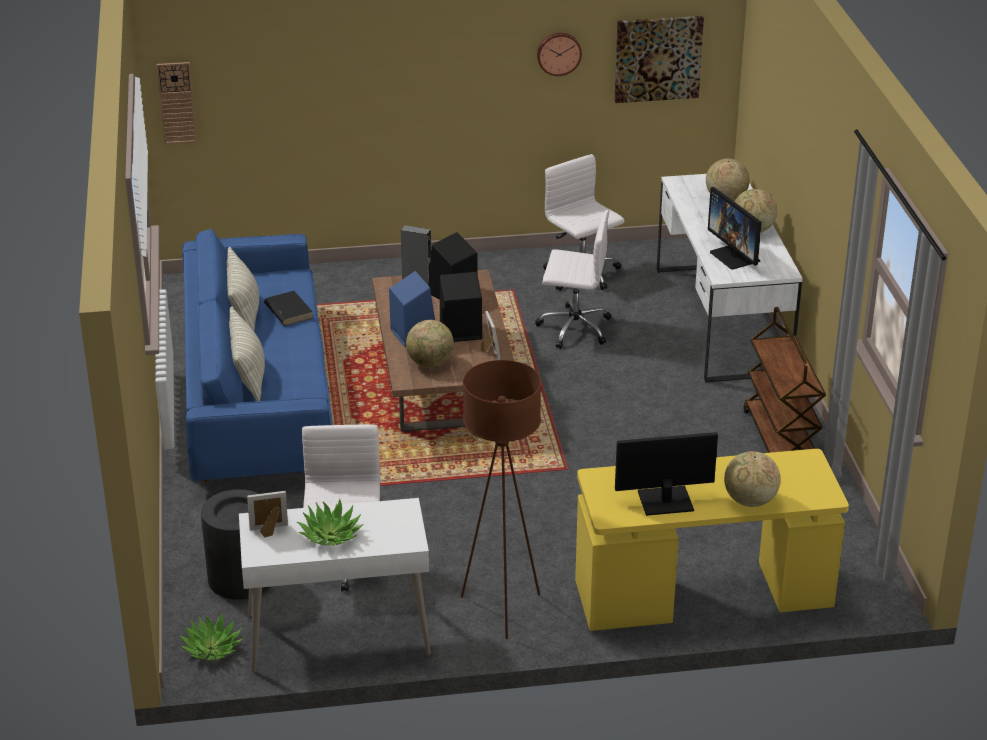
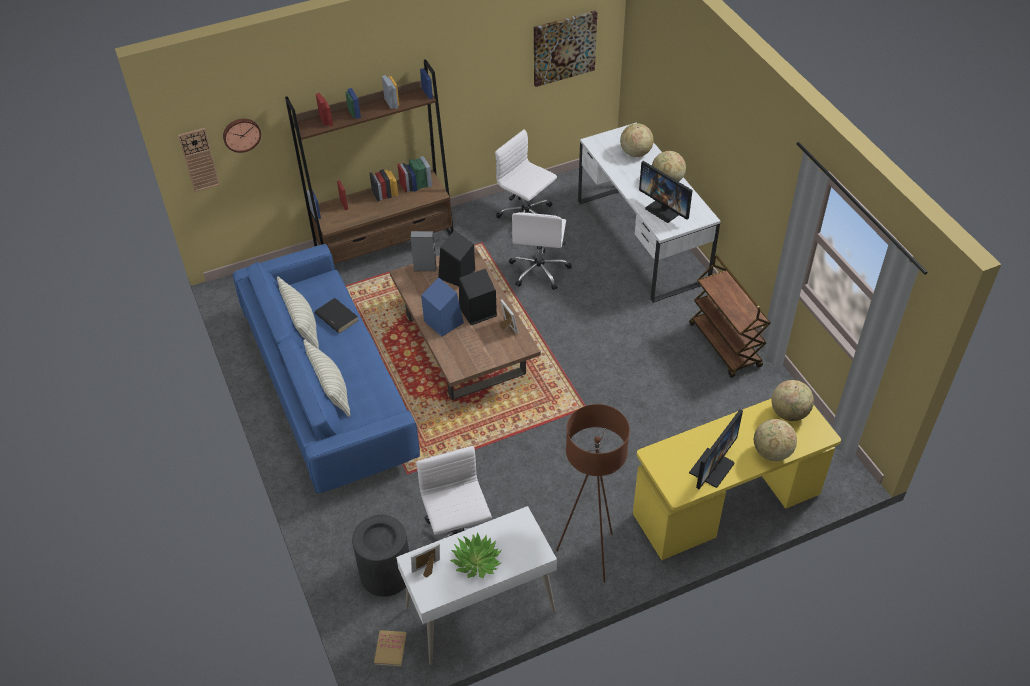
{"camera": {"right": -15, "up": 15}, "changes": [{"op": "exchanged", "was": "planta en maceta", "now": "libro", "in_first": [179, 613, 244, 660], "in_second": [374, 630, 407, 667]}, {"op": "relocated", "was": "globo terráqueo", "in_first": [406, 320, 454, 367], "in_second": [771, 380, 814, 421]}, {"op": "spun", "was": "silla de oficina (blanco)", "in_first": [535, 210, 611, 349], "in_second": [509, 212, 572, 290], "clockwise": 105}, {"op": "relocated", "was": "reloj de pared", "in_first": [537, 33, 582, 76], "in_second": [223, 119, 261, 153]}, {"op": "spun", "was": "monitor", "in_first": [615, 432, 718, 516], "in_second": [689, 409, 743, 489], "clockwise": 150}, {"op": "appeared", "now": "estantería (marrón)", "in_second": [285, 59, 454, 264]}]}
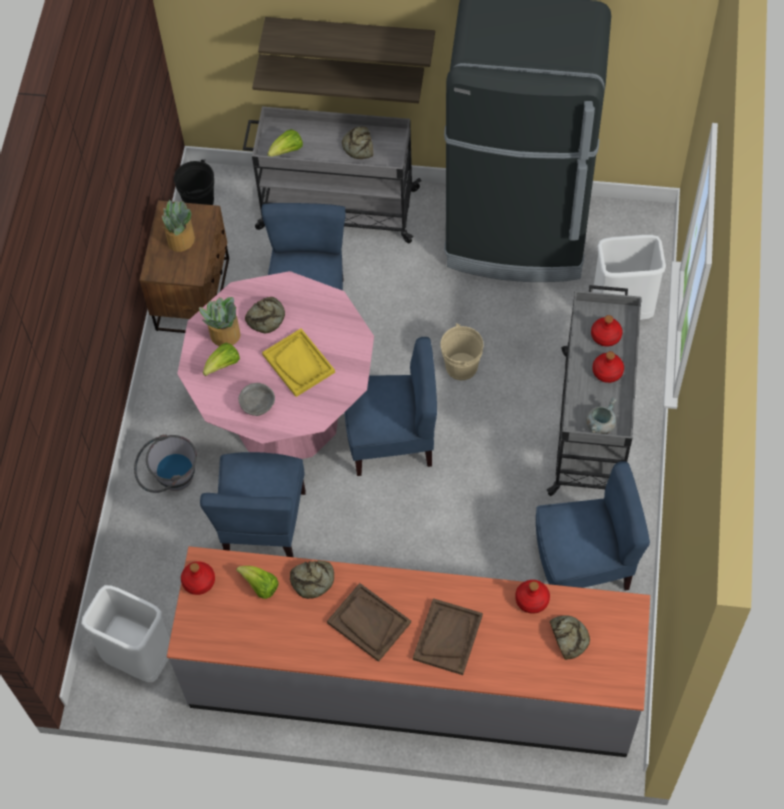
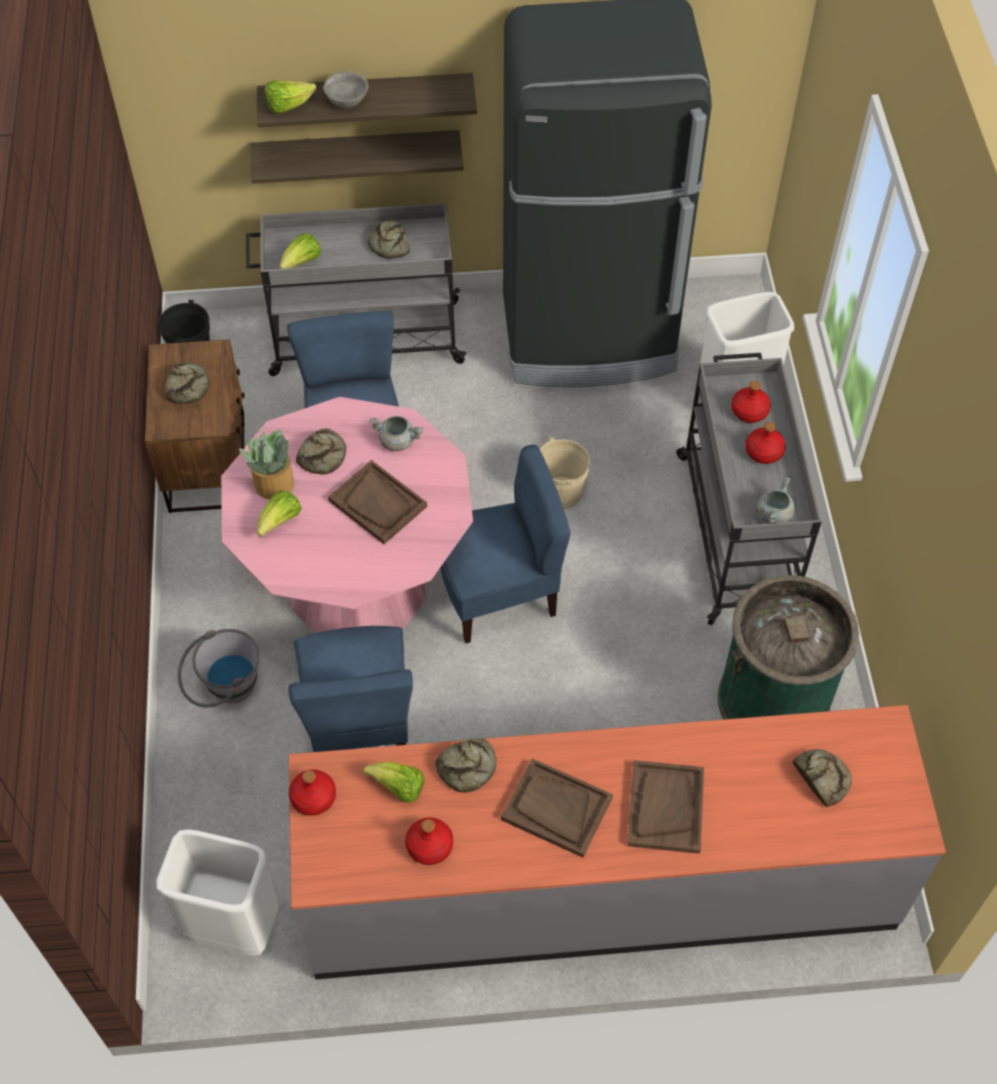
{"camera": {"right": -15, "up": -5}, "changes": [{"op": "exchanged", "was": "planta en maceta", "now": "pan", "in_first": [162, 200, 195, 252], "in_second": [165, 361, 209, 404]}, {"op": "relocated", "was": "cuenco (gris)", "in_first": [238, 383, 275, 416], "in_second": [323, 71, 369, 108]}, {"op": "colour", "was": "bandeja (amarillo)", "now": "bandeja (marrón)", "in_first": [262, 328, 335, 397], "in_second": [328, 460, 427, 544]}, {"op": "relocated", "was": "botella (rojo)", "in_first": [515, 580, 550, 613], "in_second": [405, 817, 453, 865]}, {"op": "exchanged", "was": "silla (azul)", "now": "papelera (verde)", "in_first": [536, 461, 650, 590], "in_second": [718, 575, 859, 719]}, {"op": "appeared", "now": "lechuga", "in_second": [265, 81, 316, 114]}, {"op": "appeared", "now": "olla (gris)", "in_second": [370, 416, 423, 451]}]}
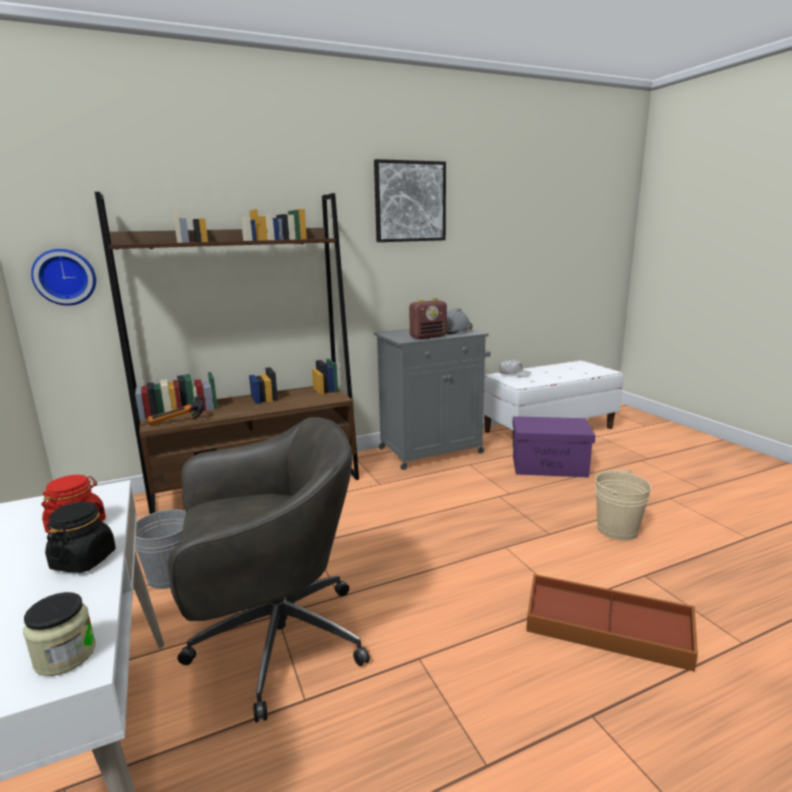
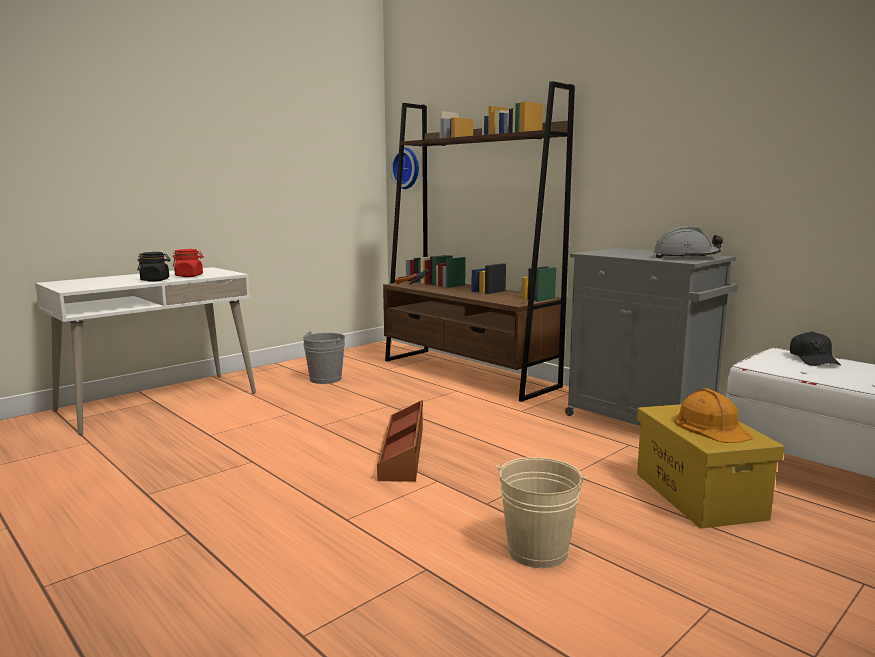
{"camera": {"right": 70, "up": -5}, "changes": [{"op": "missing", "was": "tarro", "in_first": [23, 592, 96, 676]}, {"op": "missing", "was": "silla de oficina (gris)", "in_first": [167, 417, 370, 723]}, {"op": "missing", "was": "cuadro", "in_first": [374, 159, 446, 242]}, {"op": "missing", "was": "radio", "in_first": [409, 298, 447, 339]}, {"op": "colour", "was": "gorra (blanco)", "now": "gorra (negro)", "in_first": [499, 359, 531, 377], "in_second": [790, 331, 841, 366]}, {"op": "colour", "was": "caja de almacenaje (morado)", "now": "caja de almacenaje (amarillo)", "in_first": [512, 416, 596, 477], "in_second": [637, 404, 784, 528]}, {"op": "relocated", "was": "caja de almacenaje (marrón)", "in_first": [526, 574, 698, 672], "in_second": [377, 400, 423, 482]}, {"op": "appeared", "now": "casco (naranja)", "in_second": [674, 388, 753, 443]}]}
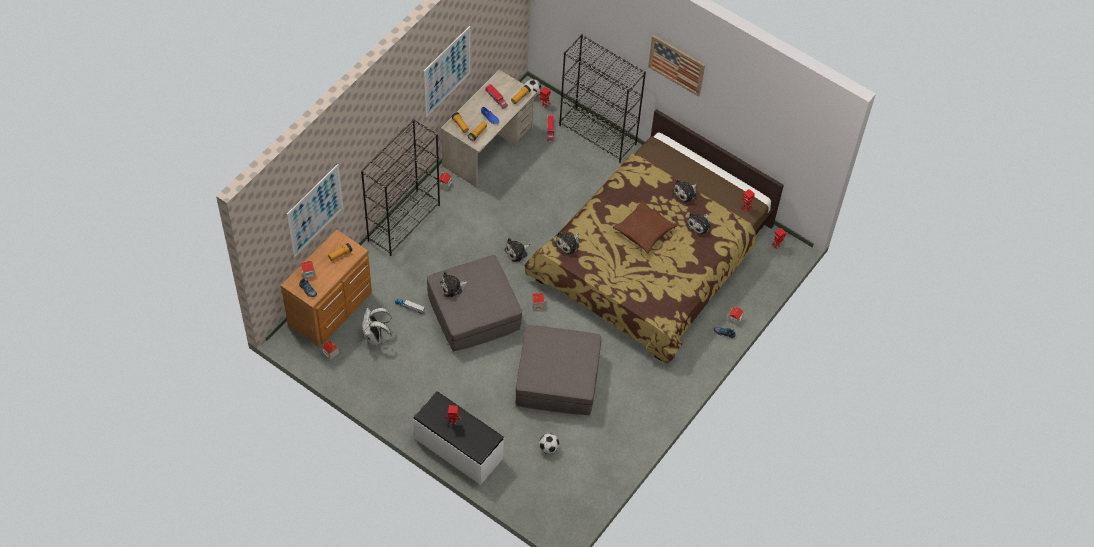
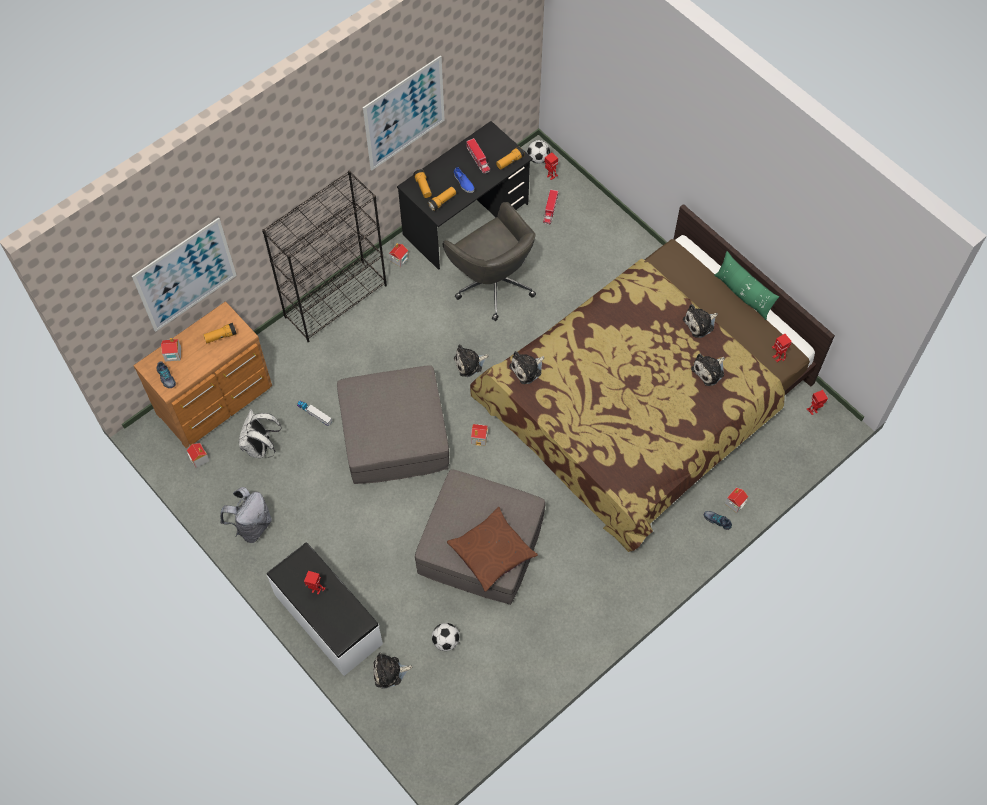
{"camera": {"right": 15, "up": 5}, "changes": [{"op": "colour", "was": "escritorio (beis)", "now": "escritorio (negro)", "in_first": [440, 69, 537, 188], "in_second": [397, 121, 533, 270]}, {"op": "relocated", "was": "peluche", "in_first": [440, 271, 468, 298], "in_second": [373, 652, 413, 689]}, {"op": "missing", "was": "estantería (negro)", "in_first": [559, 34, 646, 163]}, {"op": "relocated", "was": "cojín (marrón)", "in_first": [613, 200, 677, 253], "in_second": [447, 507, 538, 592]}, {"op": "missing", "was": "cuadro", "in_first": [648, 35, 705, 97]}, {"op": "appeared", "now": "mochila (gris)", "in_second": [220, 487, 272, 543]}, {"op": "appeared", "now": "silla de oficina (gris)", "in_second": [443, 202, 536, 321]}, {"op": "appeared", "now": "cojín (verde)", "in_second": [715, 251, 779, 320]}]}
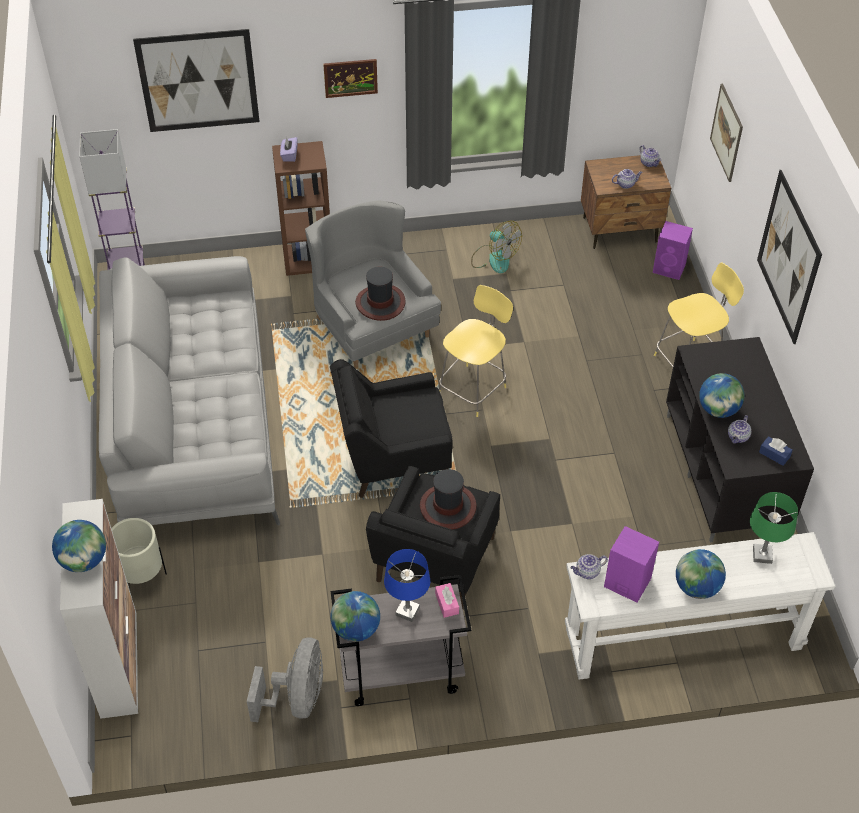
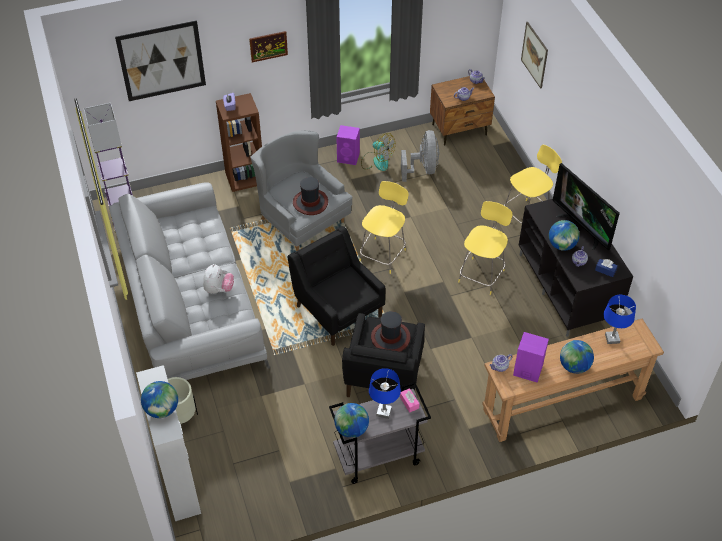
{"camera": {"right": -10, "up": 0}, "changes": [{"op": "relocated", "was": "ventilador (gris)", "in_first": [247, 637, 323, 722], "in_second": [401, 130, 439, 182]}, {"op": "spun", "was": "sillón (negro)", "in_first": [330, 359, 453, 498], "in_second": [287, 226, 385, 346], "clockwise": 75}, {"op": "colour", "was": "mesa consola (blanco)", "now": "mesa consola (marrón)", "in_first": [565, 532, 836, 680], "in_second": [482, 319, 664, 442]}, {"op": "relocated", "was": "altavoz (morado)", "in_first": [653, 221, 693, 280], "in_second": [336, 125, 360, 165]}, {"op": "colour", "was": "lámpara de mesa (verde)", "now": "lámpara de mesa (azul)", "in_first": [750, 492, 798, 564], "in_second": [604, 295, 636, 344]}, {"op": "missing", "was": "cuadro", "in_first": [757, 170, 822, 344]}, {"op": "appeared", "now": "peluche", "in_second": [203, 264, 234, 294]}, {"op": "appeared", "now": "taburete (amarillo)", "in_second": [458, 201, 512, 295]}, {"op": "appeared", "now": "televisor", "in_second": [553, 163, 620, 250]}]}
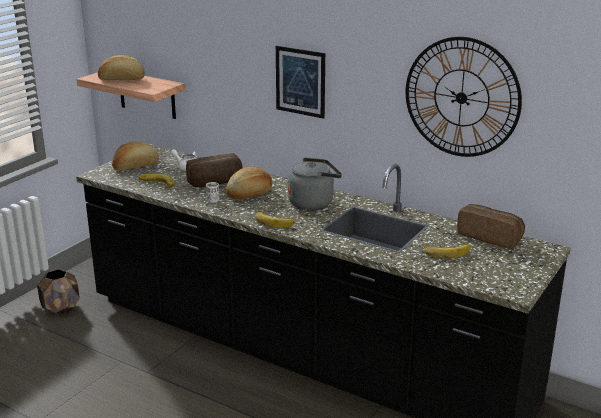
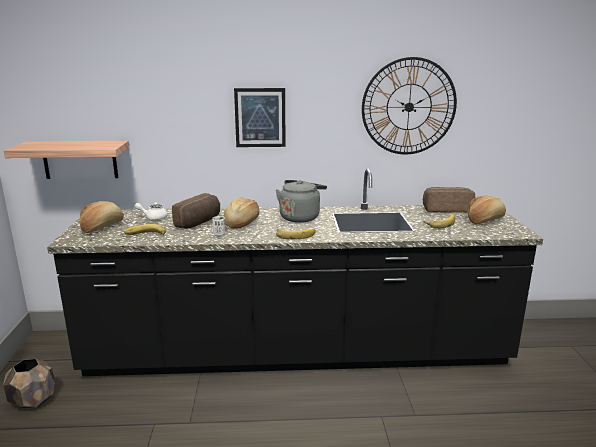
{"camera": {"right": -35, "up": -5}, "changes": [{"op": "relocated", "was": "pan", "in_first": [98, 55, 145, 80], "in_second": [467, 196, 506, 224]}]}
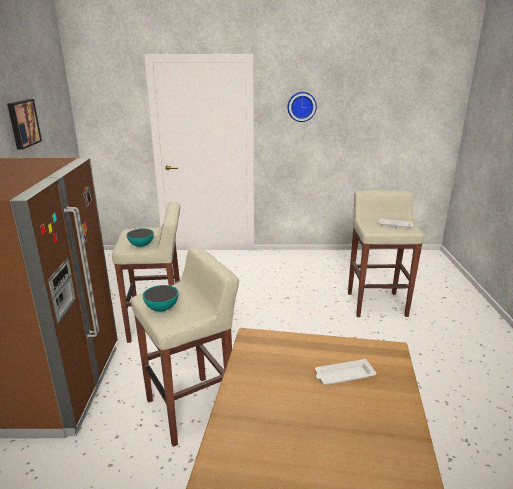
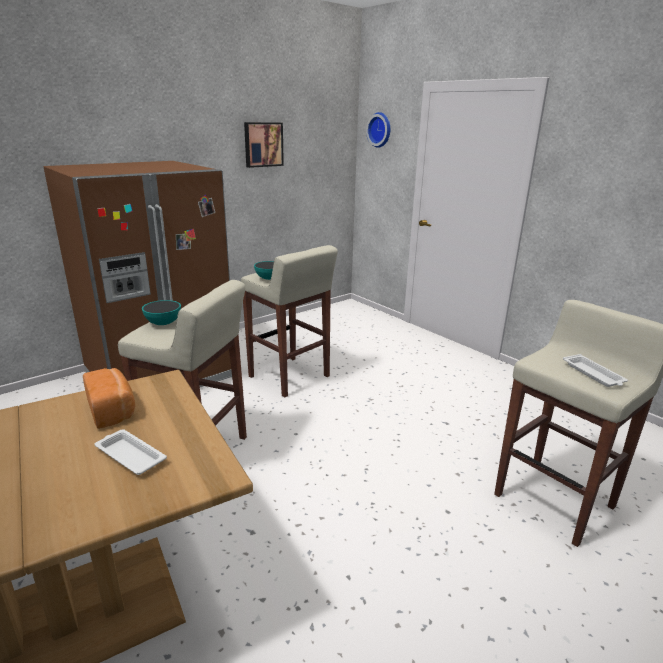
{"camera": {"right": 50, "up": 0}, "changes": [{"op": "relocated", "was": "reloj de pared", "in_first": [287, 92, 317, 122], "in_second": [366, 112, 390, 148]}, {"op": "appeared", "now": "pan", "in_second": [83, 368, 135, 429]}]}
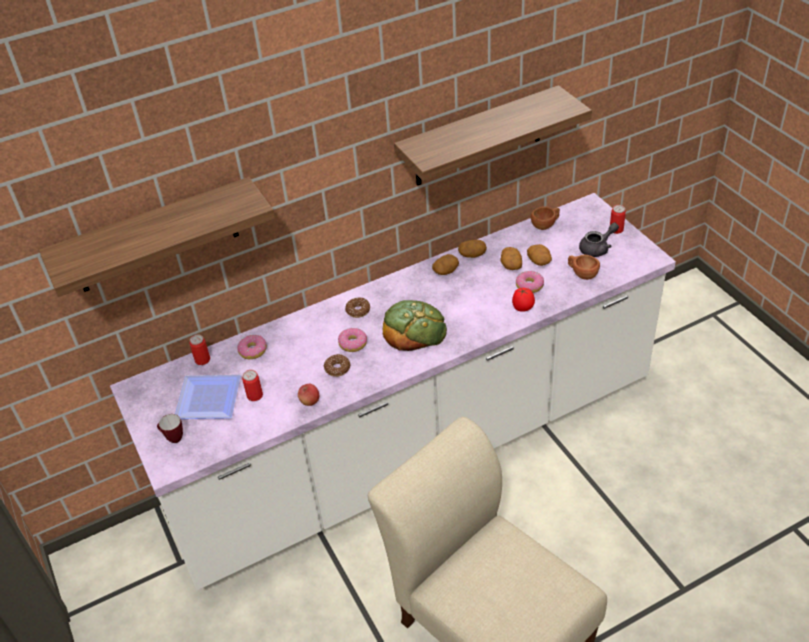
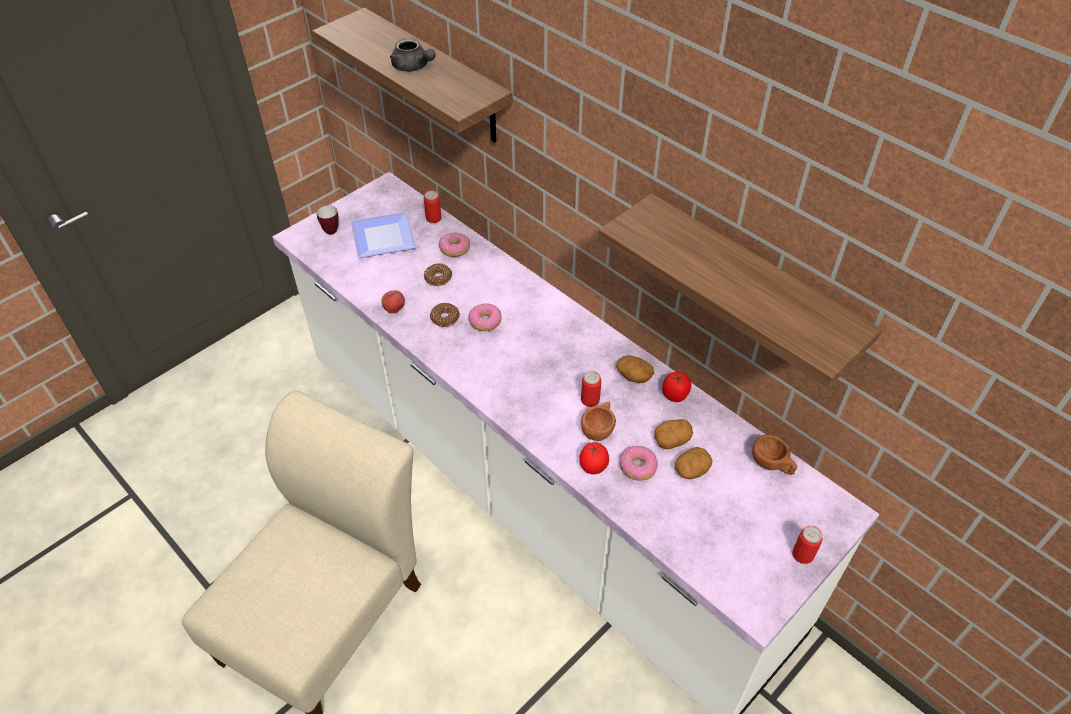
{"camera": {"right": 70, "up": 5}, "changes": [{"op": "relocated", "was": "lata", "in_first": [242, 370, 263, 401], "in_second": [581, 371, 601, 407]}, {"op": "relocated", "was": "rosquilla", "in_first": [345, 298, 370, 318], "in_second": [424, 263, 452, 286]}, {"op": "missing", "was": "pan", "in_first": [383, 300, 447, 351]}, {"op": "exchanged", "was": "patata", "now": "tomate", "in_first": [458, 240, 487, 258], "in_second": [662, 372, 691, 402]}, {"op": "relocated", "was": "taza (marrón)", "in_first": [568, 255, 600, 280], "in_second": [581, 401, 616, 441]}, {"op": "relocated", "was": "tetera (gris)", "in_first": [579, 223, 619, 257], "in_second": [390, 38, 436, 72]}]}
